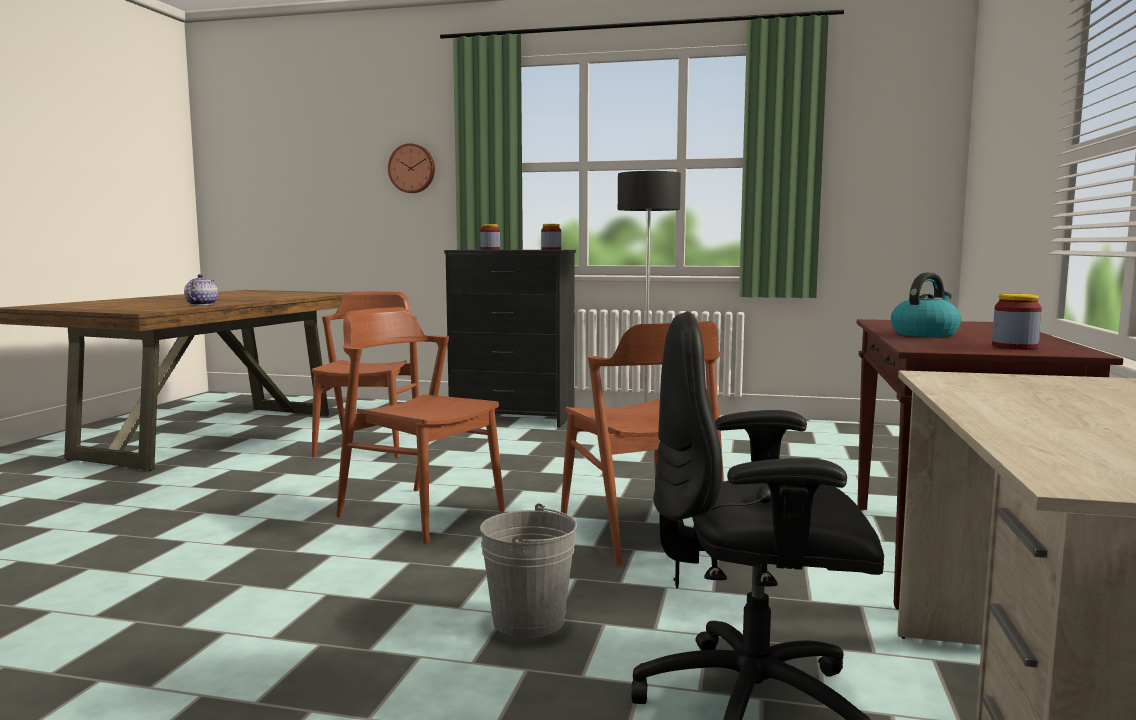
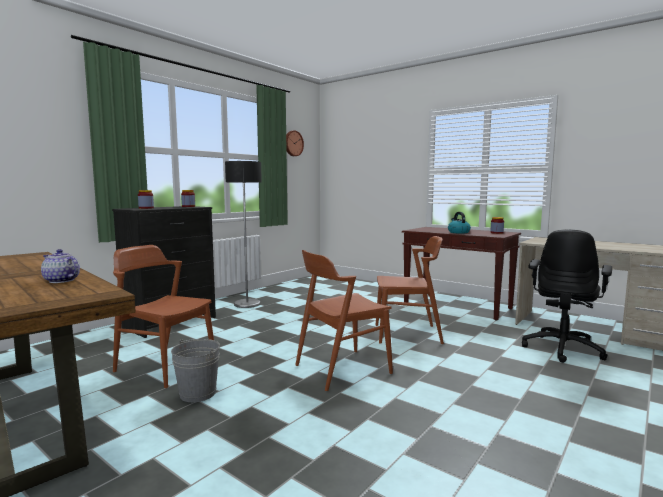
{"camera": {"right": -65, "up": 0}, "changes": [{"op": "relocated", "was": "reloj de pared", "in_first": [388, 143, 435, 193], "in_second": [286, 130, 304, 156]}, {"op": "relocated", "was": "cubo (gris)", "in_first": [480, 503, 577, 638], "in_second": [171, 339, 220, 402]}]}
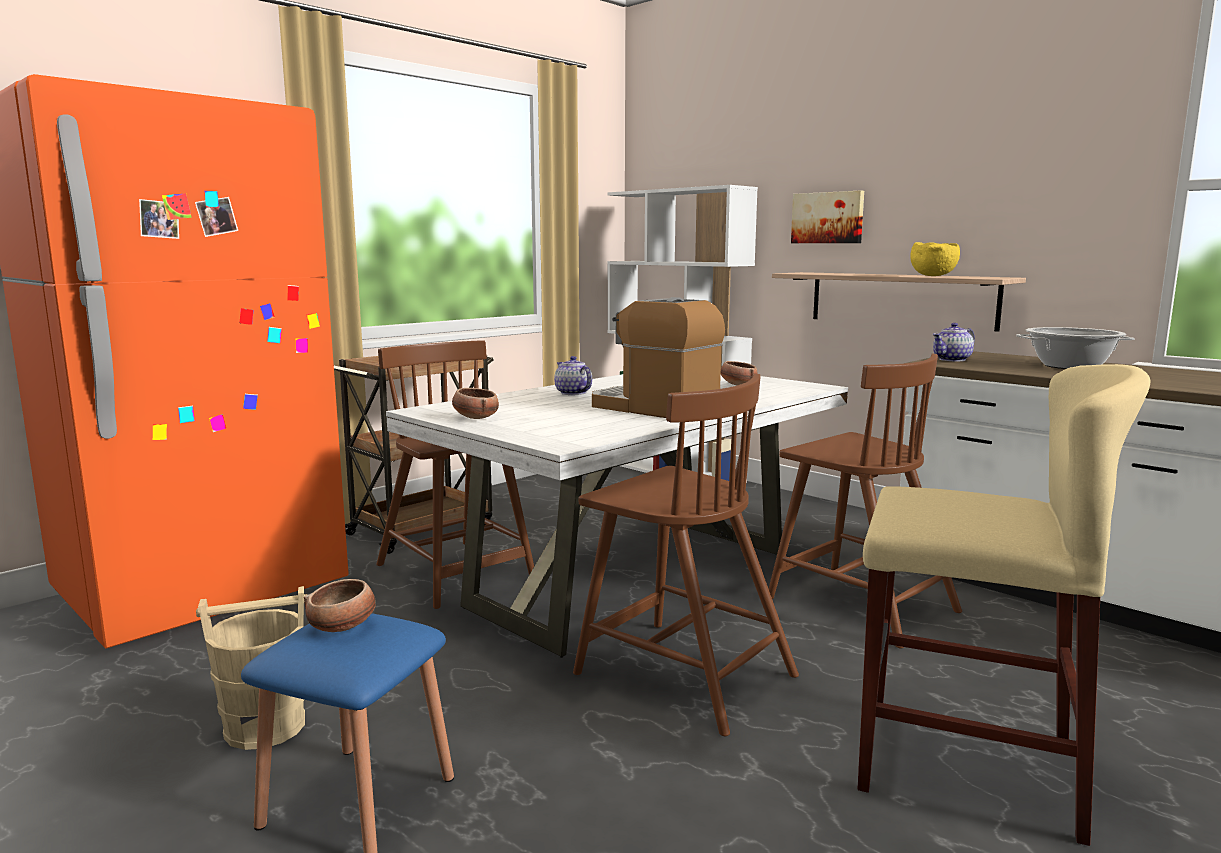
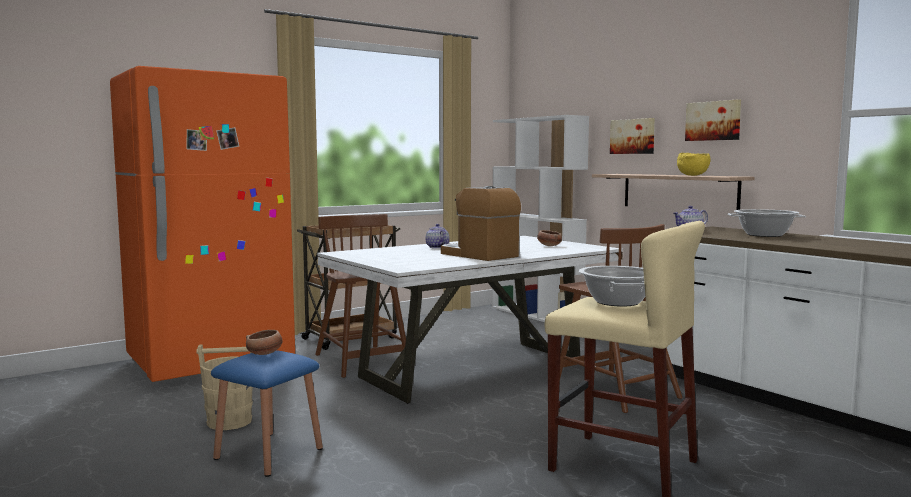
{"camera": {"right": 10, "up": -5}, "changes": [{"op": "missing", "was": "cuenco", "in_first": [452, 388, 499, 419]}, {"op": "missing", "was": "silla (marrón)", "in_first": [573, 374, 799, 736]}, {"op": "appeared", "now": "olla", "in_second": [579, 266, 645, 307]}, {"op": "appeared", "now": "cuadro", "in_second": [685, 99, 741, 141]}]}
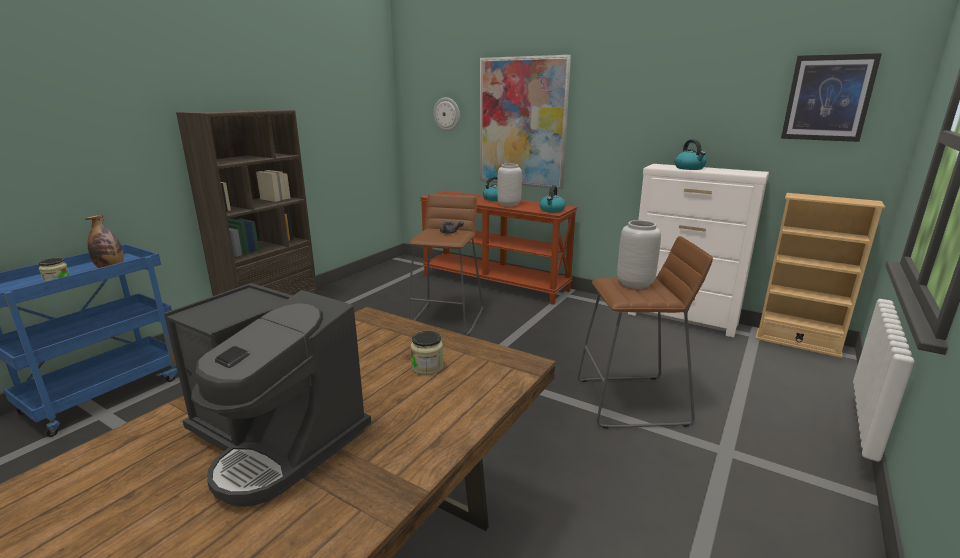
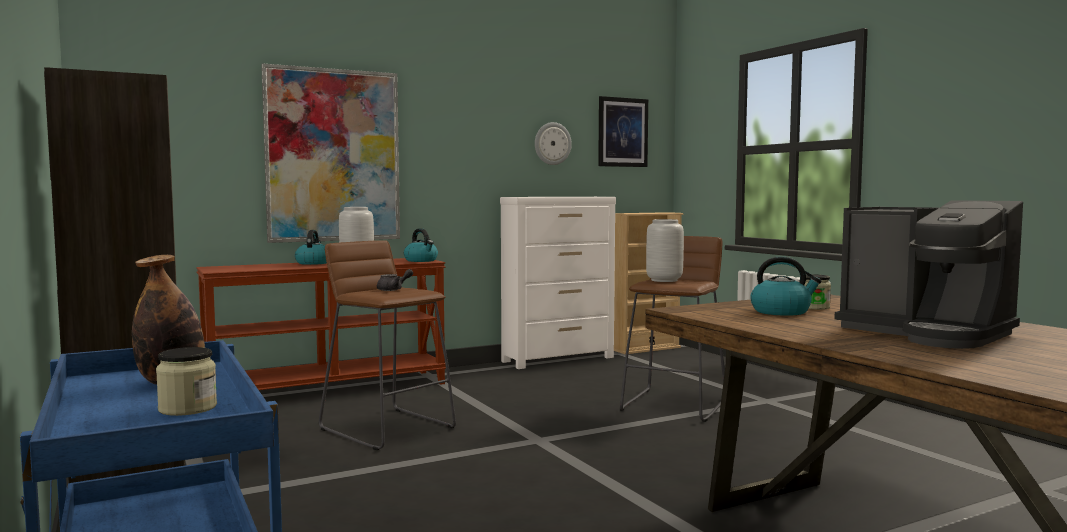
{"camera": {"right": -60, "up": -15}, "changes": [{"op": "spun", "was": "cafetera", "in_first": [164, 283, 371, 507], "in_second": [834, 200, 1023, 349], "clockwise": 75}, {"op": "relocated", "was": "reloj de pared", "in_first": [433, 97, 460, 131], "in_second": [535, 122, 572, 165]}, {"op": "relocated", "was": "hervidor", "in_first": [675, 139, 706, 170], "in_second": [750, 256, 822, 316]}]}
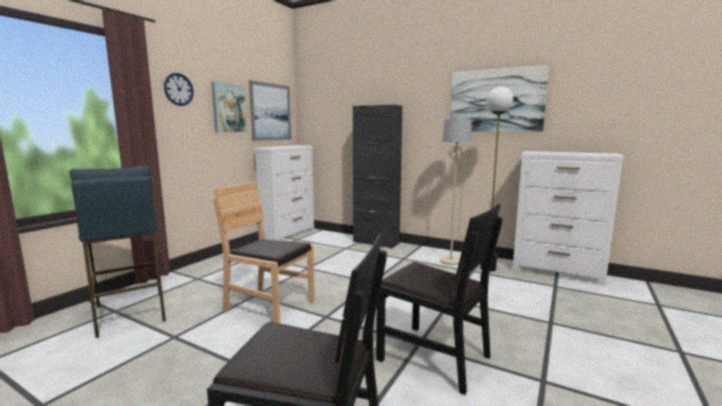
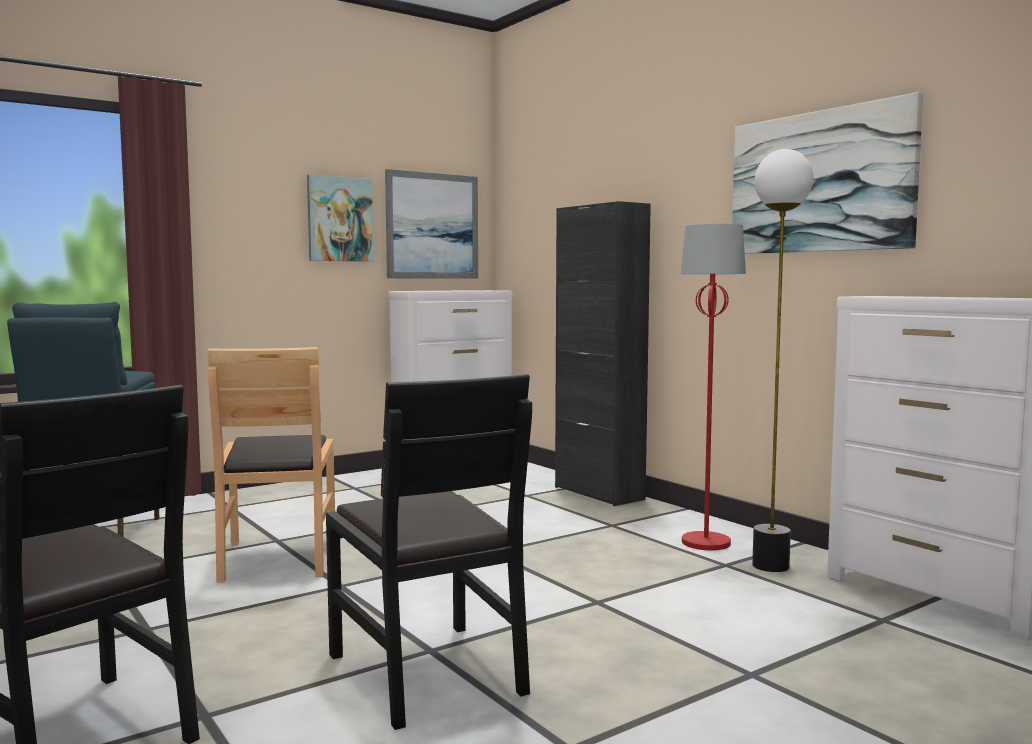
{"camera": {"right": 25, "up": -5}, "changes": [{"op": "missing", "was": "reloj de pared", "in_first": [164, 73, 194, 106]}, {"op": "spun", "was": "silla (marrón)", "in_first": [213, 181, 315, 324], "in_second": [208, 347, 335, 583], "clockwise": -150}, {"op": "colour", "was": "lámpara de pie (beis)", "now": "lámpara de pie (rojo)", "in_first": [440, 119, 472, 265], "in_second": [680, 224, 746, 550]}]}
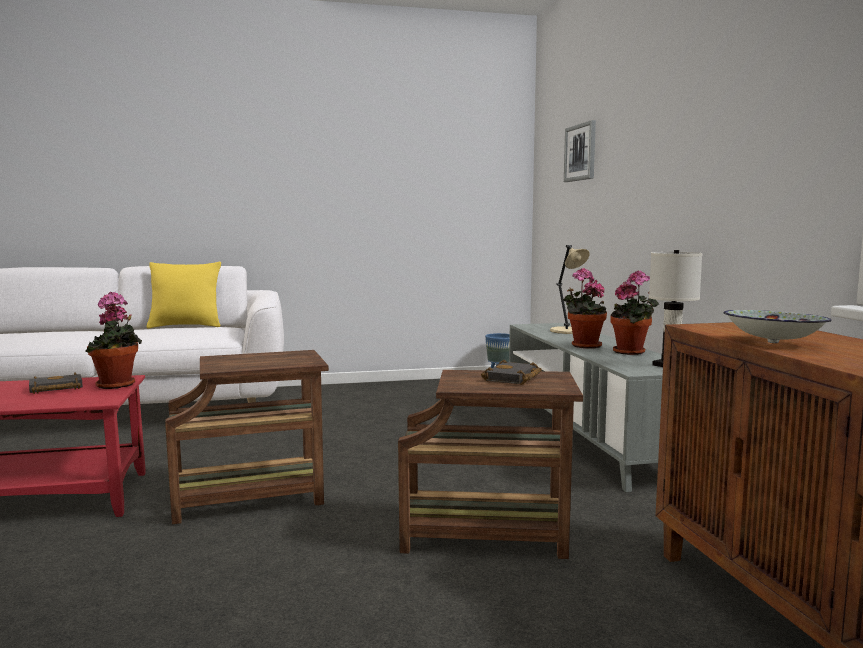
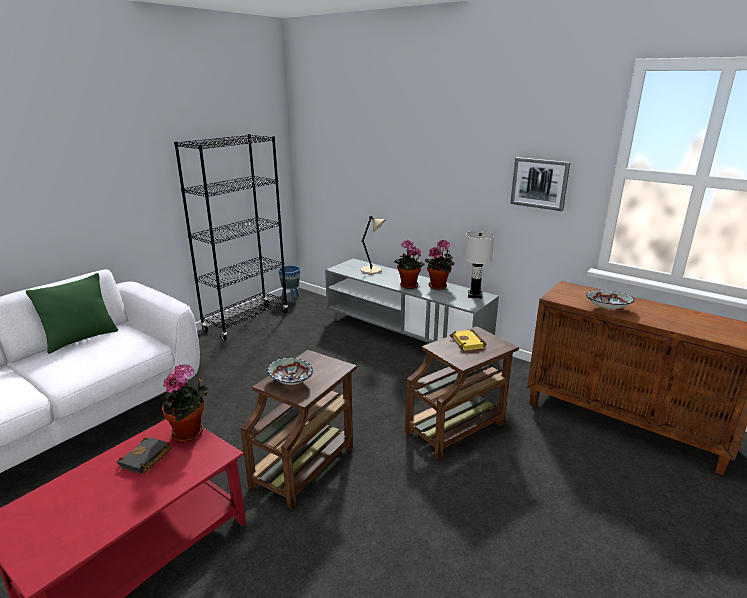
{"camera": {"right": -40, "up": 15}, "changes": [{"op": "colour", "was": "cojín (amarillo)", "now": "cojín (verde)", "in_first": [147, 262, 221, 328], "in_second": [26, 273, 118, 354]}, {"op": "colour", "was": "libro (negro)", "now": "libro (amarillo)", "in_first": [481, 360, 542, 385], "in_second": [450, 330, 487, 351]}, {"op": "relocated", "was": "cuadro", "in_first": [564, 120, 596, 182], "in_second": [510, 157, 570, 211]}, {"op": "appeared", "now": "estantería (negro)", "in_second": [174, 134, 288, 341]}, {"op": "appeared", "now": "cuenco", "in_second": [267, 358, 313, 385]}]}
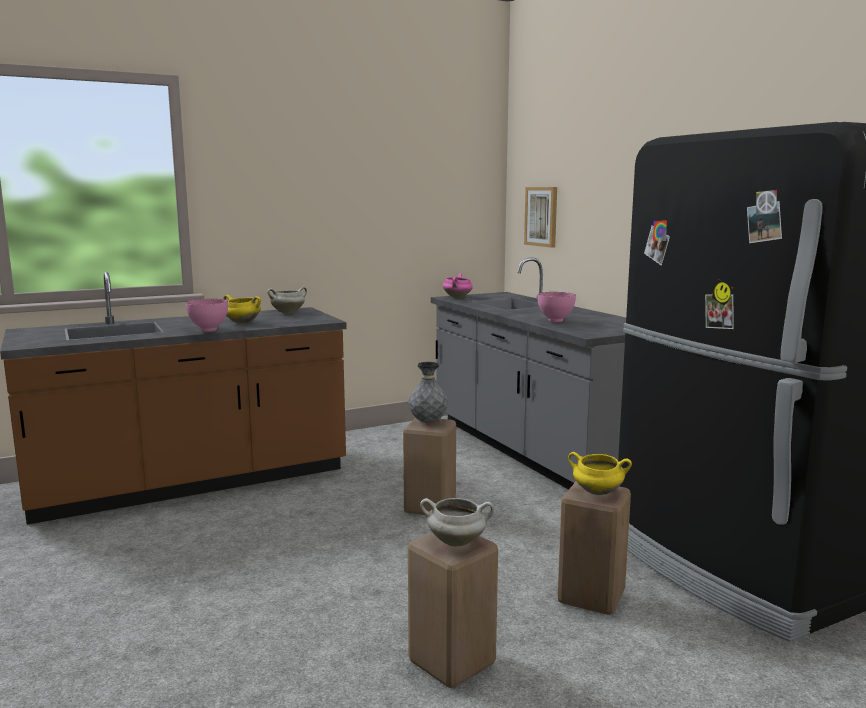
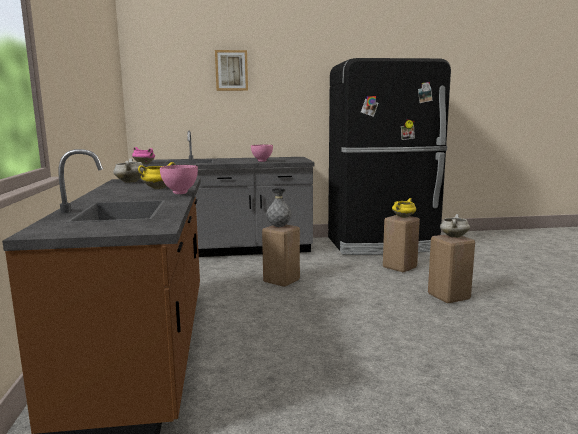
{"camera": {"right": -70, "up": 0}, "changes": [{"op": "relocated", "was": "cuadro", "in_first": [524, 187, 557, 248], "in_second": [215, 50, 248, 91]}]}
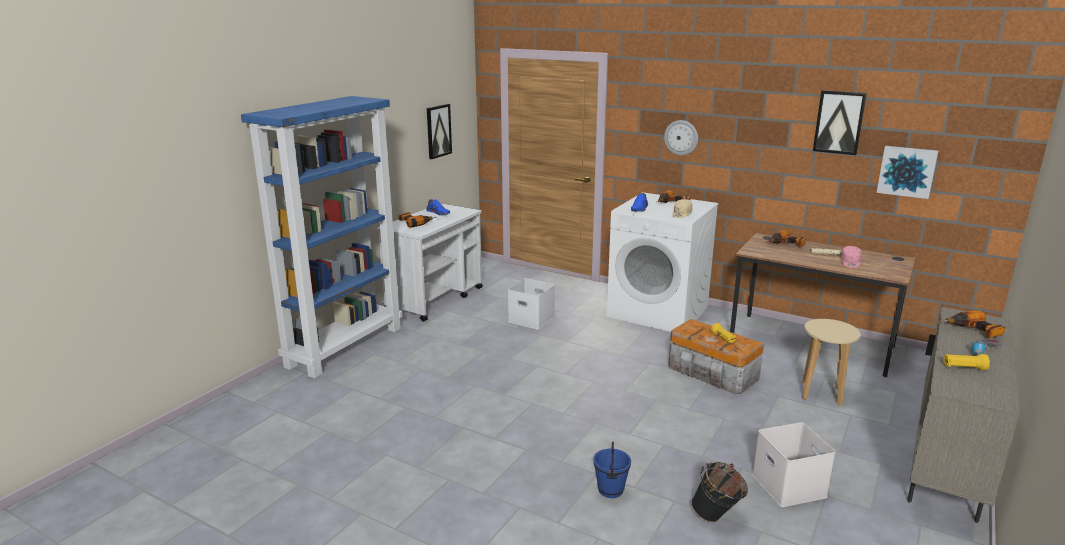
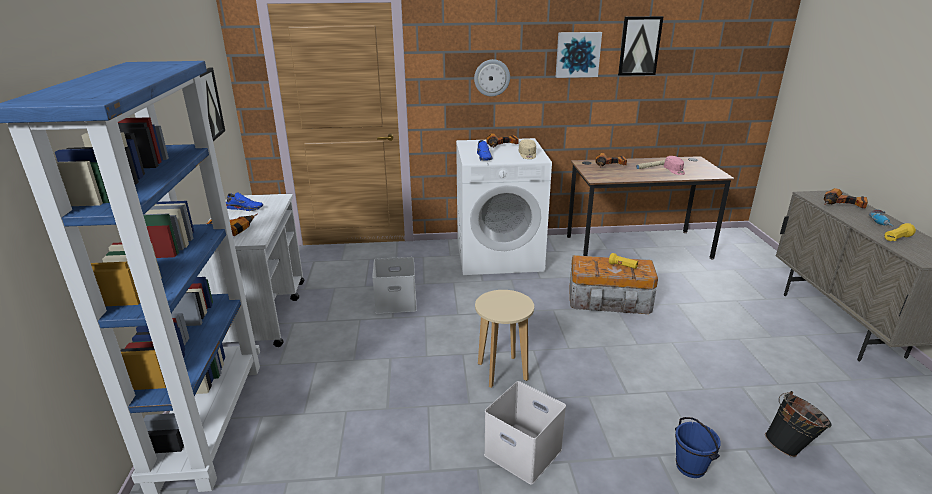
{"camera": {"right": -35, "up": 5}, "changes": [{"op": "relocated", "was": "caja de almacenaje (blanco)", "in_first": [752, 422, 836, 507], "in_second": [484, 381, 566, 484]}, {"op": "relocated", "was": "taburete (beis)", "in_first": [802, 319, 860, 406], "in_second": [475, 290, 534, 388]}, {"op": "relocated", "was": "cuadro", "in_first": [876, 146, 938, 199], "in_second": [556, 32, 602, 78]}]}
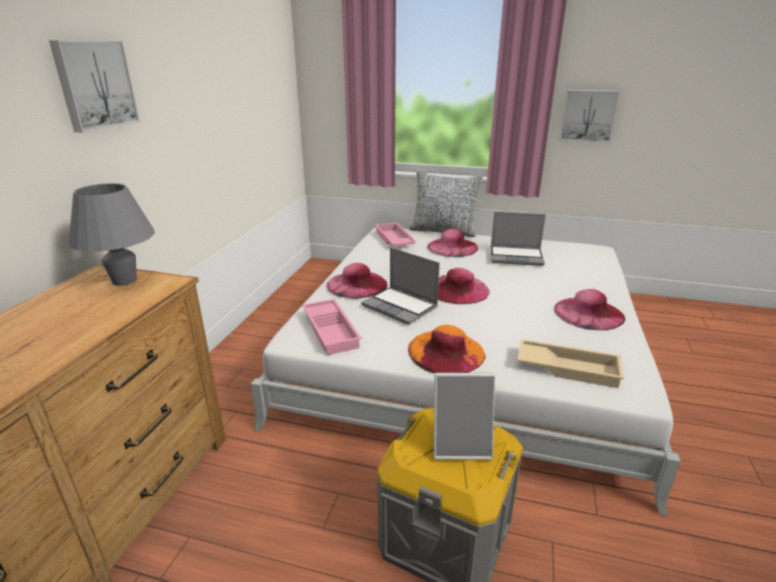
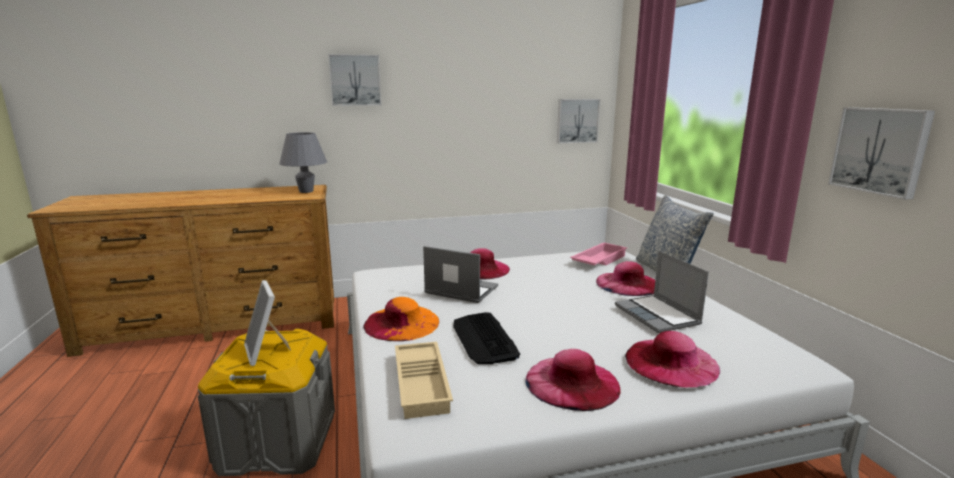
{"camera": {"right": 60, "up": -10}, "changes": [{"op": "missing", "was": "bandeja (rosa)", "in_first": [302, 299, 362, 355]}, {"op": "spun", "was": "portátil", "in_first": [361, 247, 440, 325], "in_second": [423, 246, 498, 303], "clockwise": 105}, {"op": "relocated", "was": "sombrero (rosa)", "in_first": [438, 268, 490, 304], "in_second": [625, 331, 720, 388]}, {"op": "appeared", "now": "teclado", "in_second": [453, 312, 520, 364]}, {"op": "appeared", "now": "cuadro", "in_second": [557, 99, 600, 143]}]}
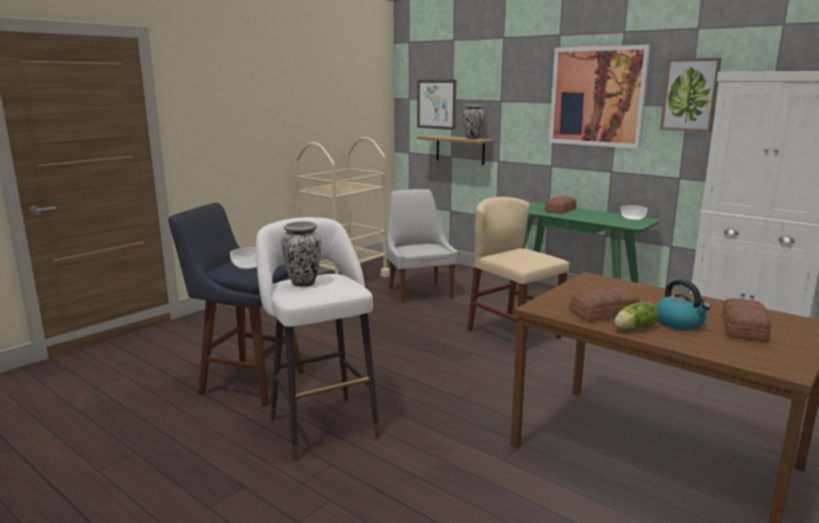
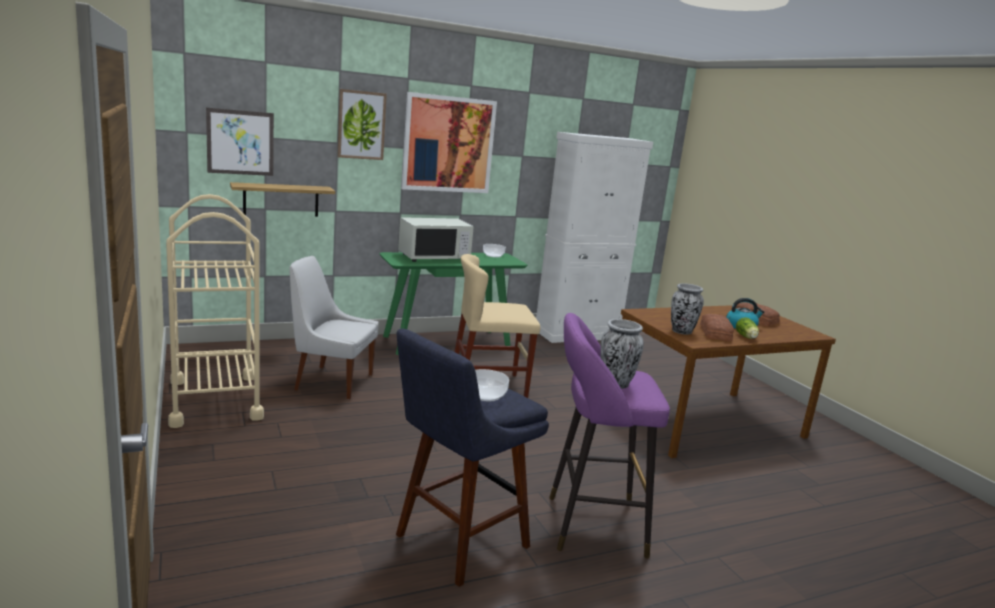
{"camera": {"right": -65, "up": 0}, "changes": [{"op": "colour", "was": "taburete (blanco)", "now": "taburete (morado)", "in_first": [256, 217, 380, 461], "in_second": [549, 313, 670, 558]}, {"op": "relocated", "was": "florero", "in_first": [463, 105, 484, 139], "in_second": [671, 283, 704, 335]}, {"op": "exchanged", "was": "pan", "now": "microondas (blanco)", "in_first": [545, 196, 576, 214], "in_second": [398, 217, 474, 262]}, {"op": "relocated", "was": "cuadro", "in_first": [660, 58, 722, 132], "in_second": [337, 89, 387, 160]}]}
